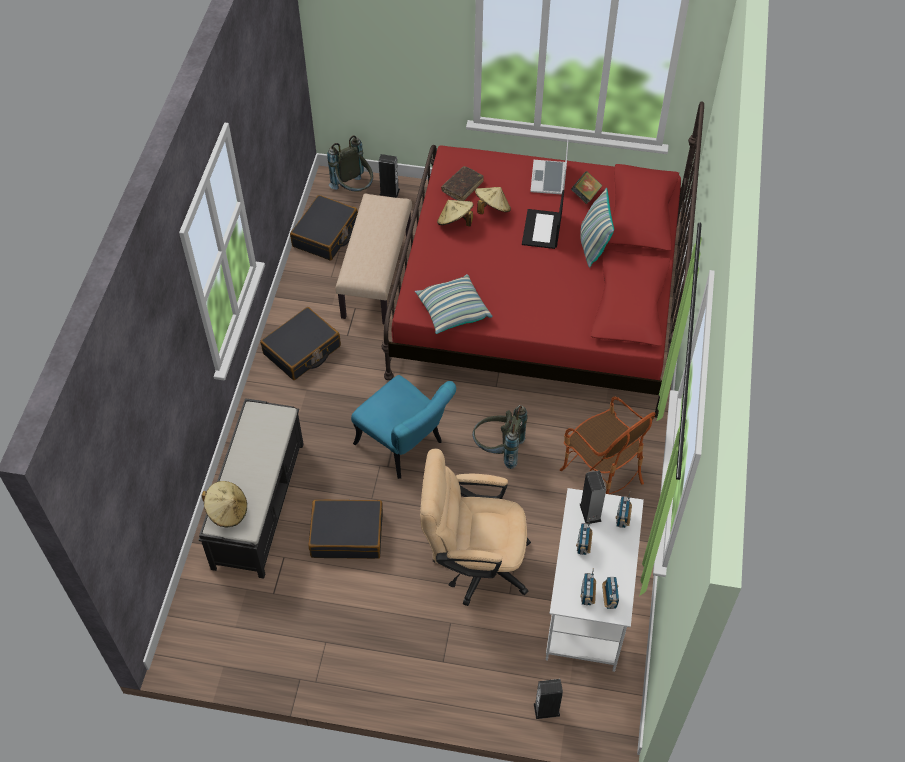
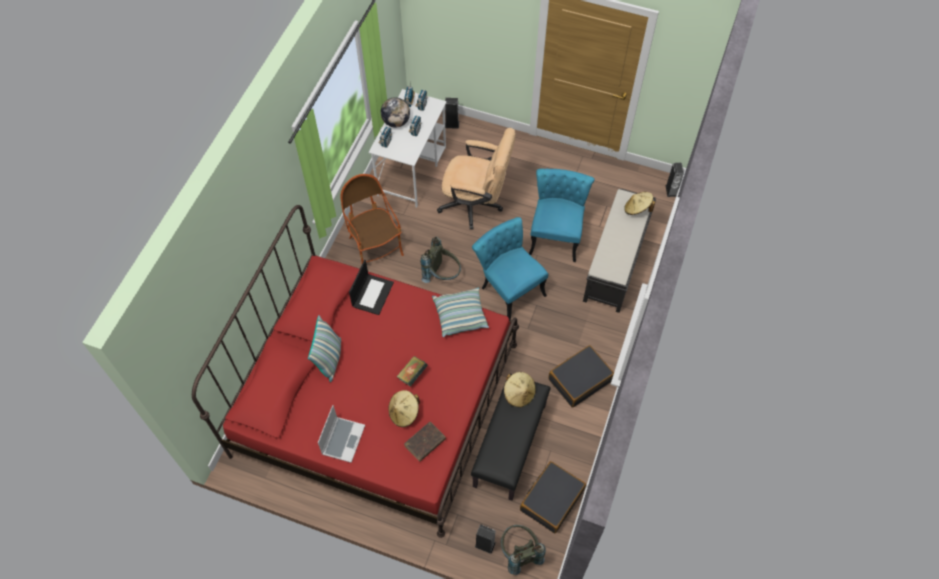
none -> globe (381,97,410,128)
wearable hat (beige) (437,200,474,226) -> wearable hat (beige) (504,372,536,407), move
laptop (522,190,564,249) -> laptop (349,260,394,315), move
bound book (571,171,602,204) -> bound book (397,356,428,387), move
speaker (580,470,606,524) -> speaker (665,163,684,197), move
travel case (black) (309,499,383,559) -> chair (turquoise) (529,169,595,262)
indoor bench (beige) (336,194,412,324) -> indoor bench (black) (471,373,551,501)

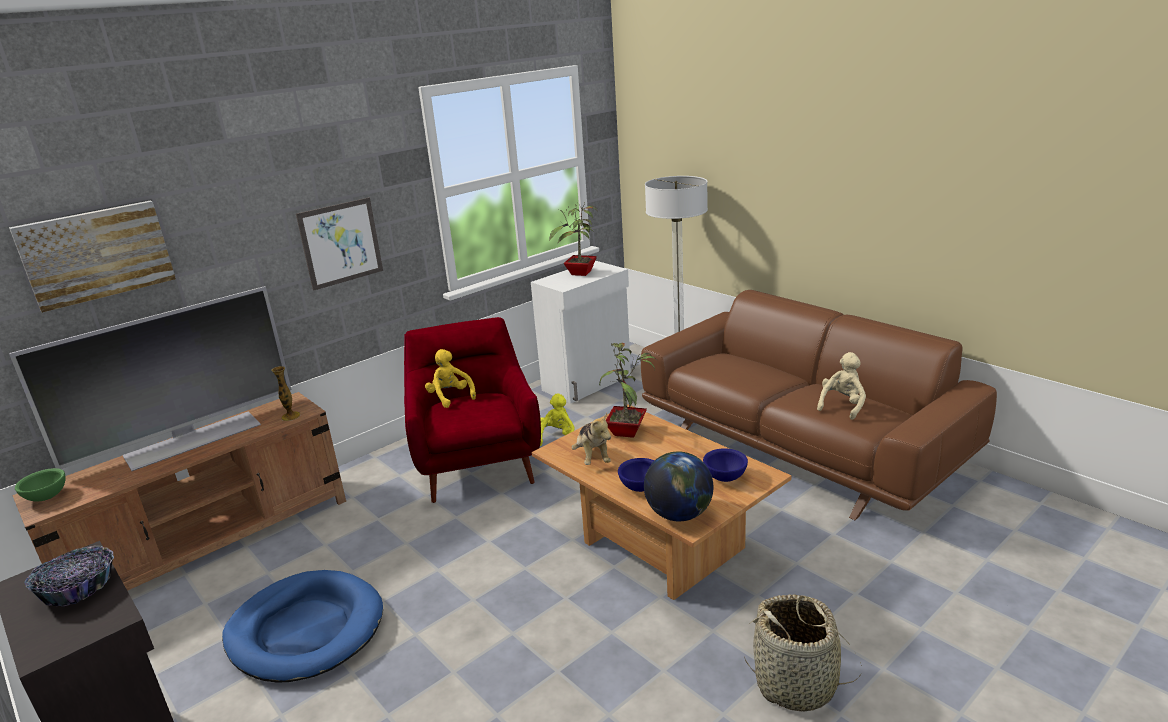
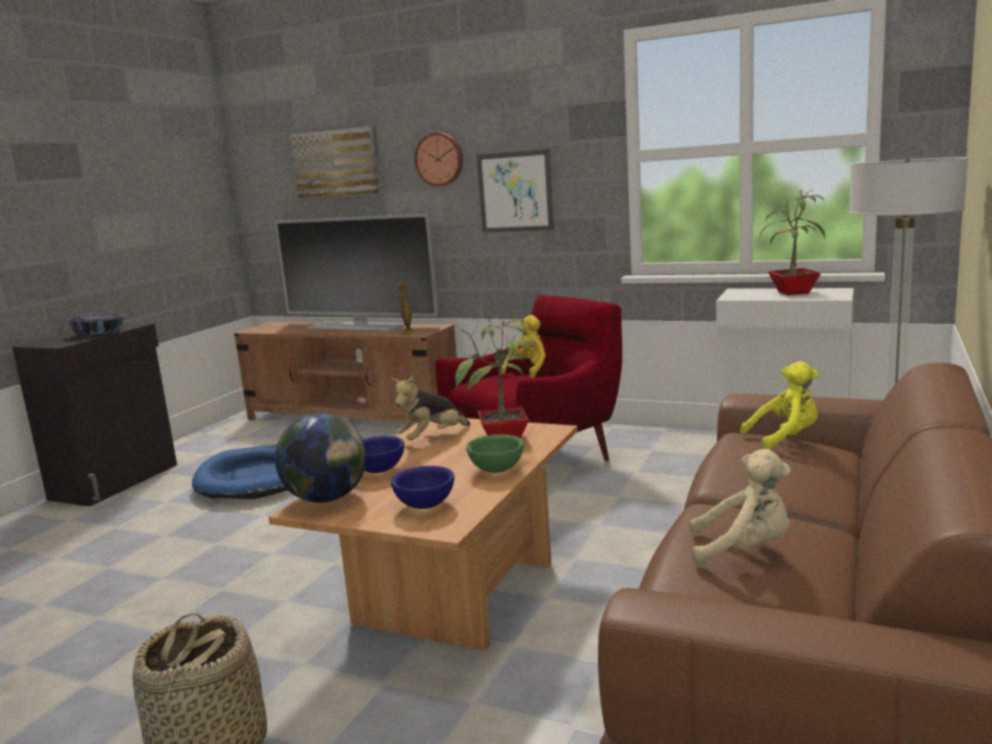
none -> hanging clock (414,133,463,186)
deep dish (green-coloured) (15,468,66,501) -> deep dish (green-coloured) (466,435,524,473), move
cuddly toy (yellow) (540,393,575,446) -> cuddly toy (yellow) (740,361,819,450), move

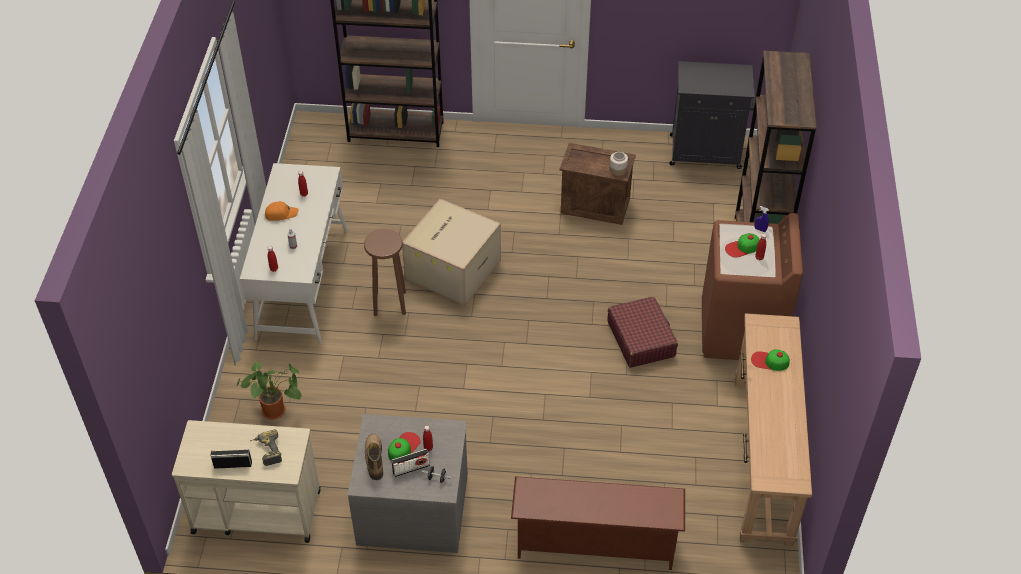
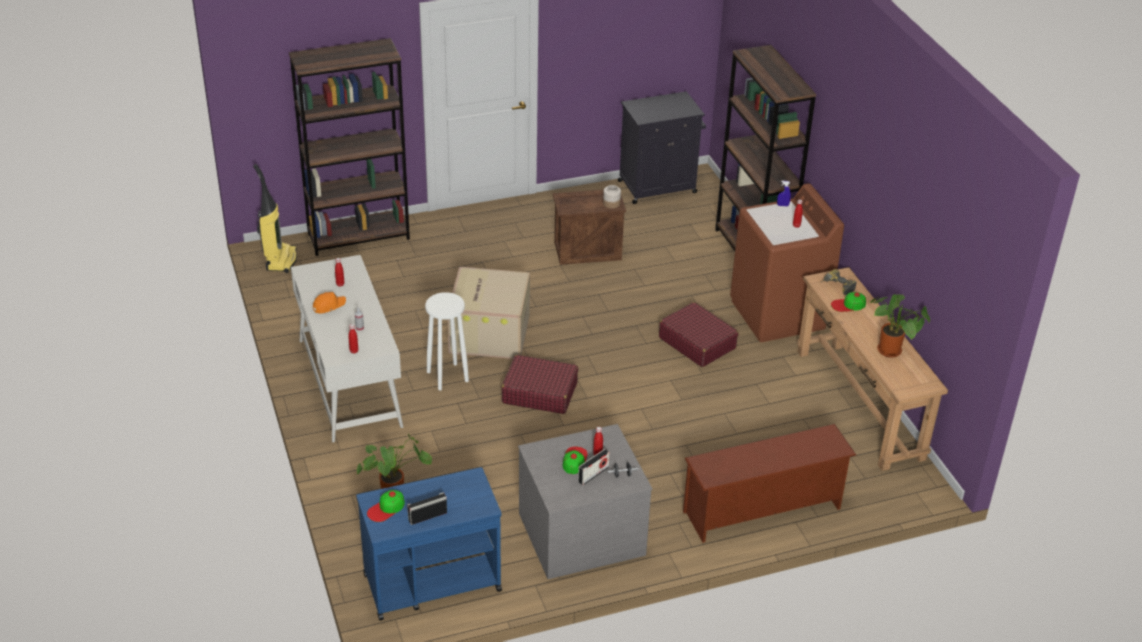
tall boot (365,433,383,480) -> none
none -> vacuum cleaner (253,164,297,273)
none -> travel case (reddish) (501,355,578,414)
none -> potted plant (870,294,930,358)
electric drill (250,430,282,466) -> electric drill (821,269,857,295), move
peaked cap (725,233,760,257) -> peaked cap (367,490,405,522), move
wheeled cart (beige) (172,420,321,543) -> wheeled cart (bluish) (356,467,502,620)
stool (brownish) (364,229,406,316) -> stool (white-coloured) (425,292,469,391)

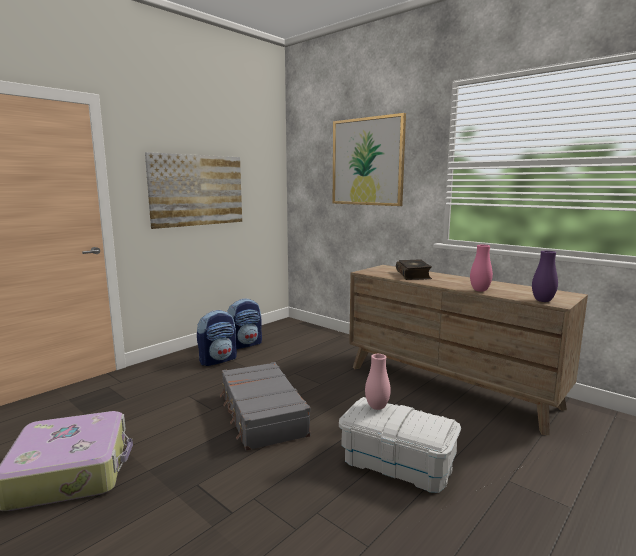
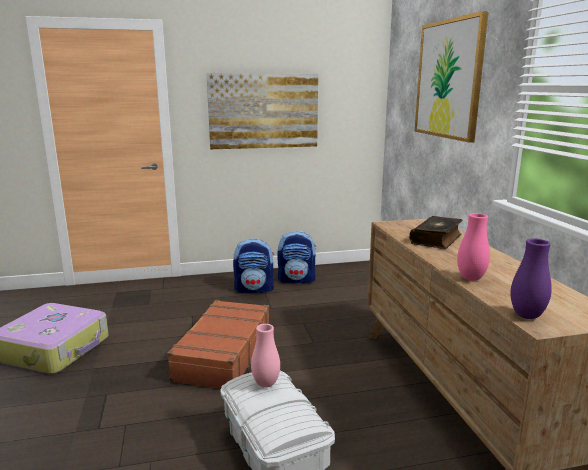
travel case (greyish) (220,362,311,451) -> travel case (brownish) (167,300,269,389)

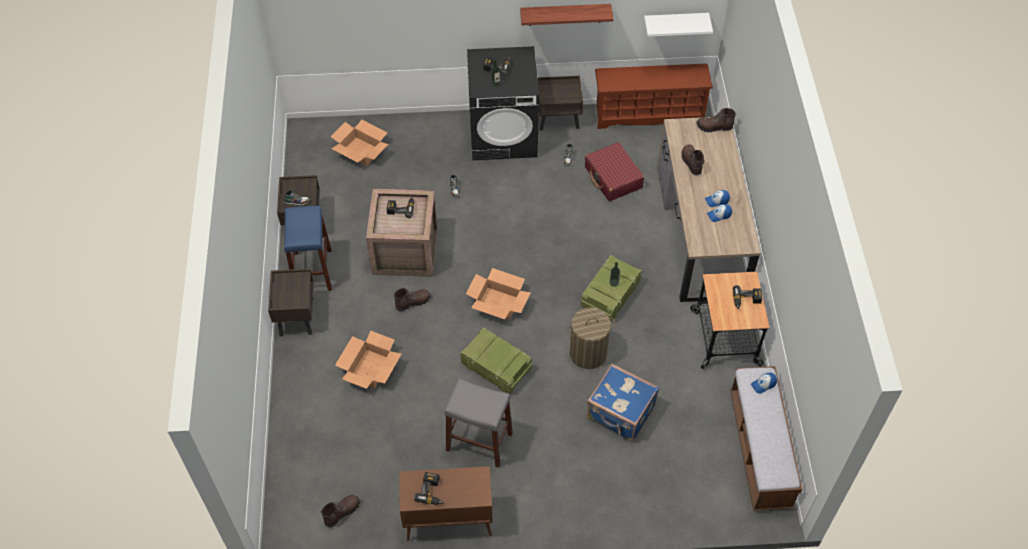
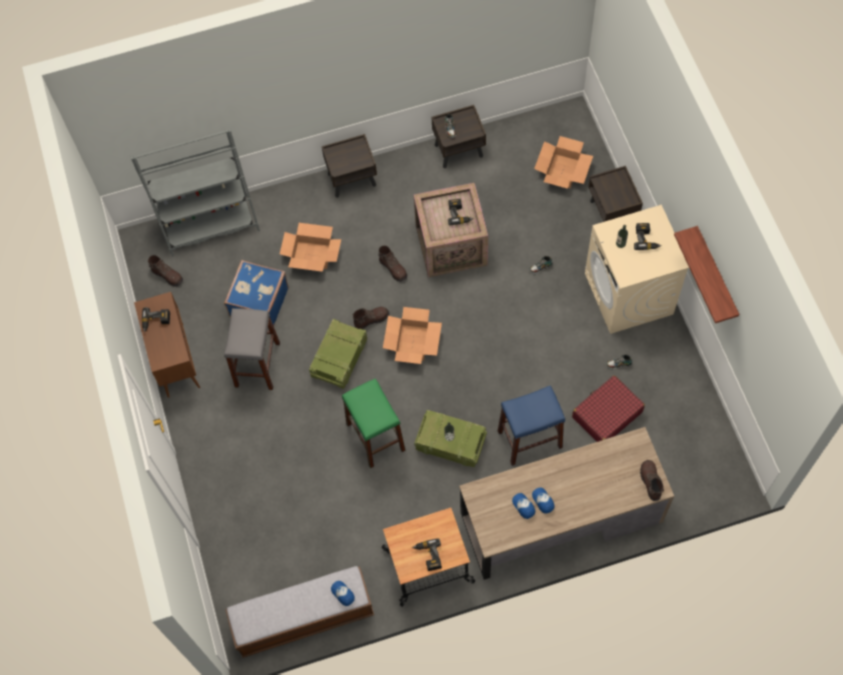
shoe stand (brownish) (595,63,713,129) -> none
wall shelf (white-coloured) (644,13,713,37) -> none
none -> bookcase (greyish) (131,129,260,257)
stool (bluish) (284,206,332,291) -> stool (bluish) (498,385,565,466), move
bedside table (brownish) (537,76,583,131) -> bedside table (brownish) (589,166,643,222), move
travel case (bluish) (587,363,659,442) -> travel case (bluish) (224,260,289,326), move
tall boot (brownish) (681,144,705,175) -> tall boot (brownish) (352,307,389,329), move
hamper (567,307,615,369) -> stool (green-coloured) (342,378,406,468)
laundry machine (black) (467,46,539,160) -> laundry machine (beige) (585,205,689,334)

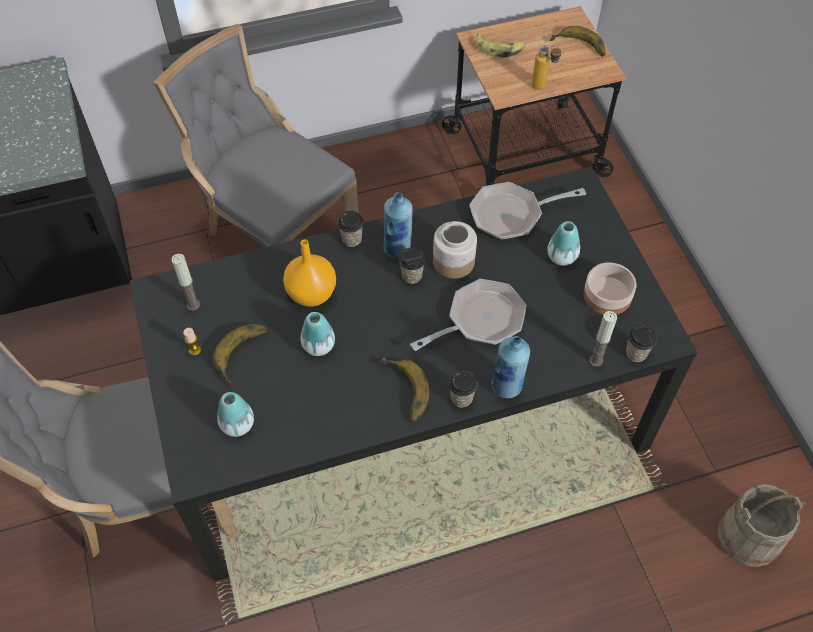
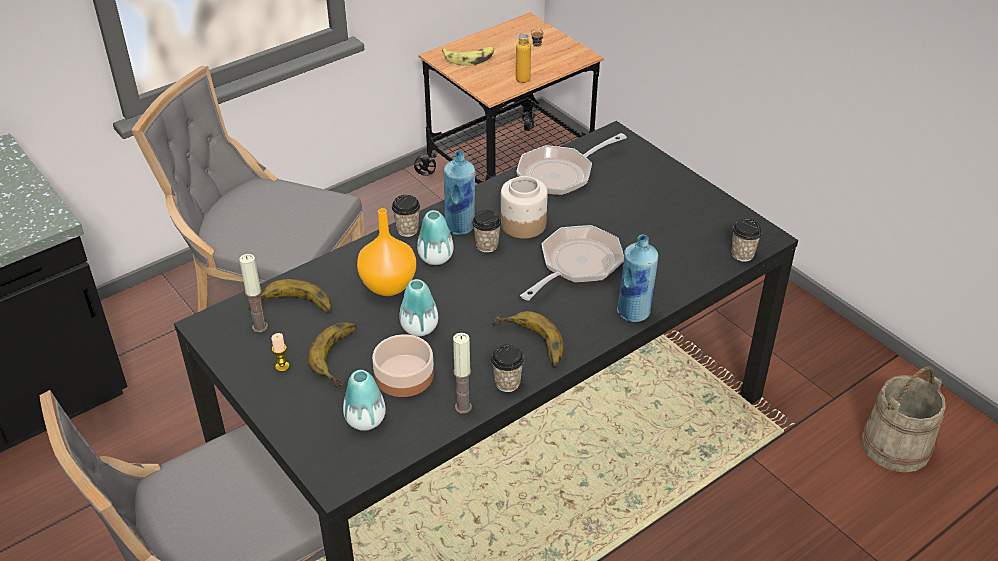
small cup (449,370,478,407) -> small cup (491,344,524,392), move
decorative vase (547,221,580,266) -> decorative vase (417,210,454,265), move
whole banana (550,26,605,57) -> whole banana (248,279,332,314), move
deep dish (584,262,636,315) -> deep dish (372,334,434,397), move
wax candle (589,311,617,367) -> wax candle (453,333,472,414), move

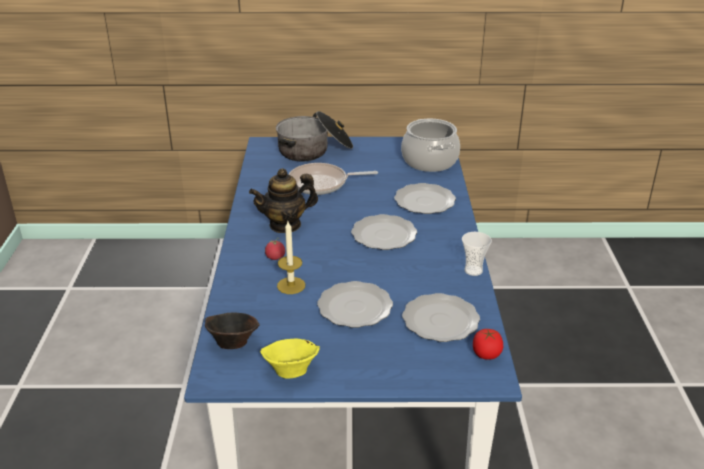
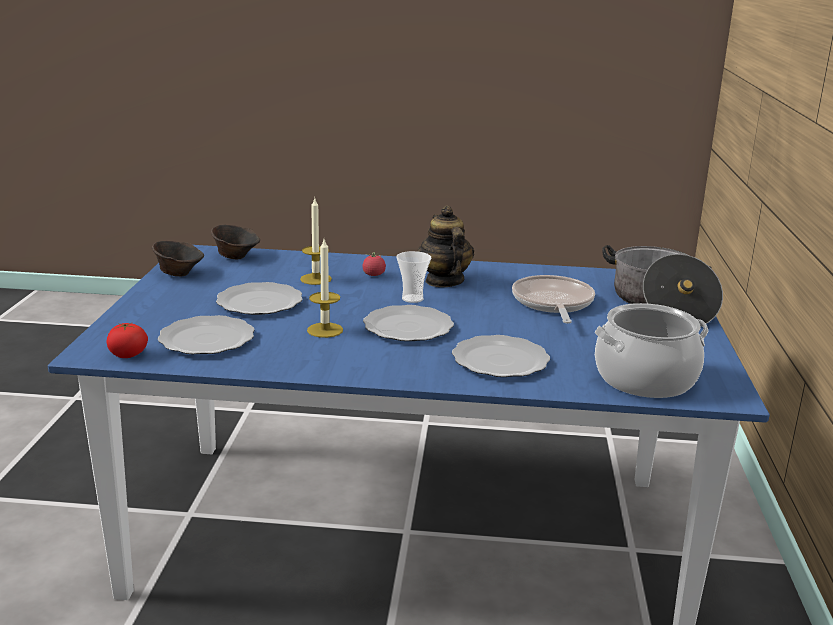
none -> wax candle (307,239,343,338)
small cup (462,232,492,276) -> small cup (396,251,431,303), move
deep dish (yellow) (260,339,320,379) -> deep dish (brownish) (152,241,204,276)

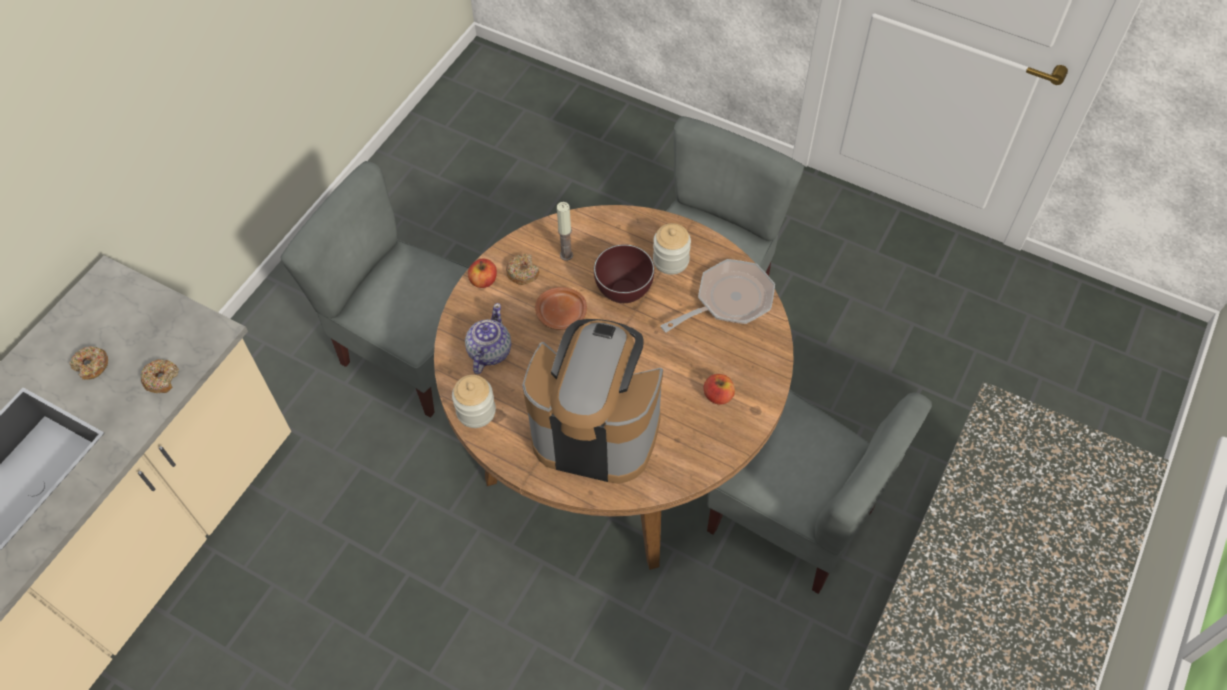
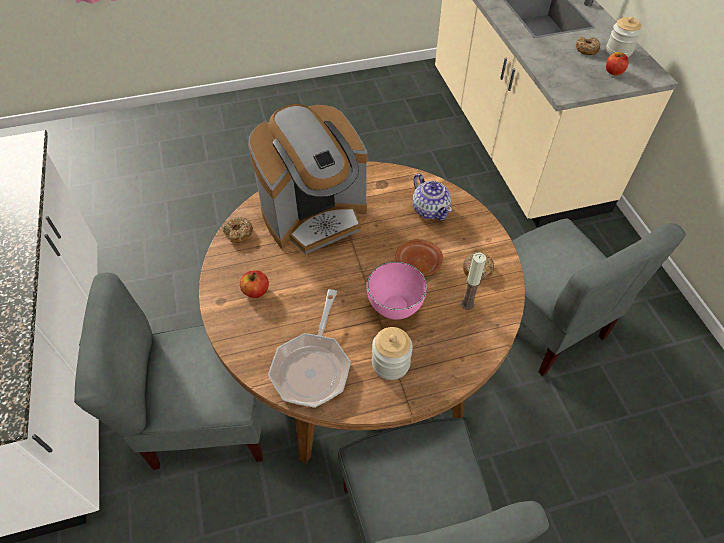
doughnut (141,359,179,393) -> doughnut (223,217,253,243), move
jar (452,375,496,428) -> jar (606,17,642,57), move
whole apple (468,259,497,288) -> whole apple (606,52,628,75), move
deep dish (brownish) (594,244,654,303) -> deep dish (pink) (367,262,427,319)
chair (greyish) (280,161,469,418) -> chair (greyish) (512,218,686,376), 75 degrees clockwise

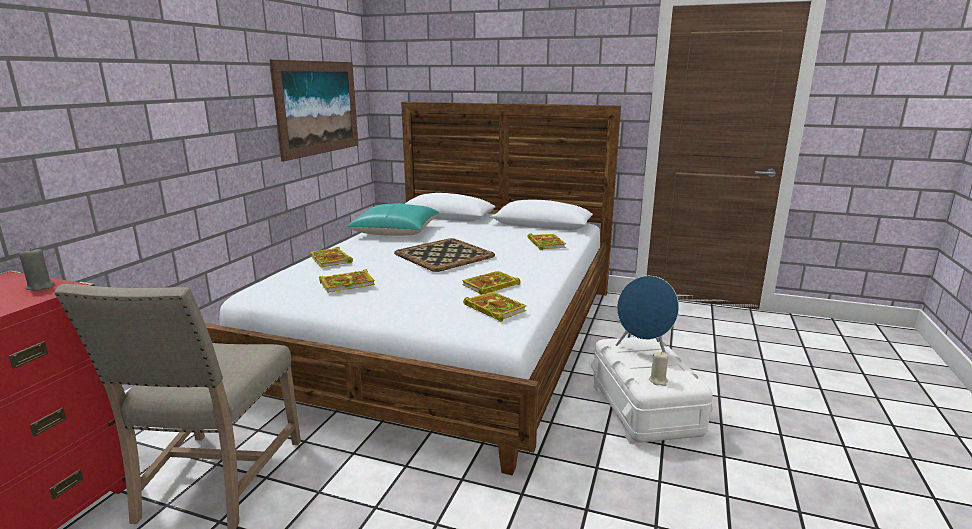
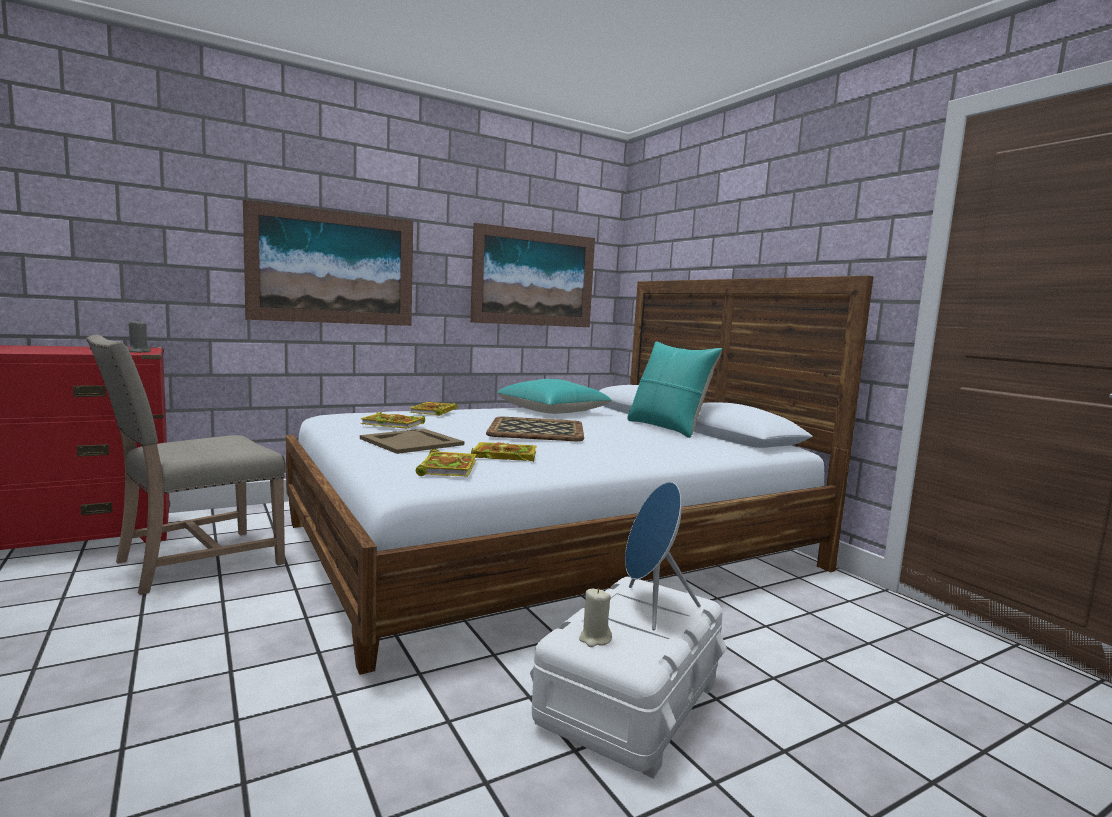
bound book (527,234,566,250) -> none
none -> wall art (243,200,413,326)
none -> serving tray (beige) (360,429,464,454)
none -> cushion (turquoise) (628,341,722,438)

